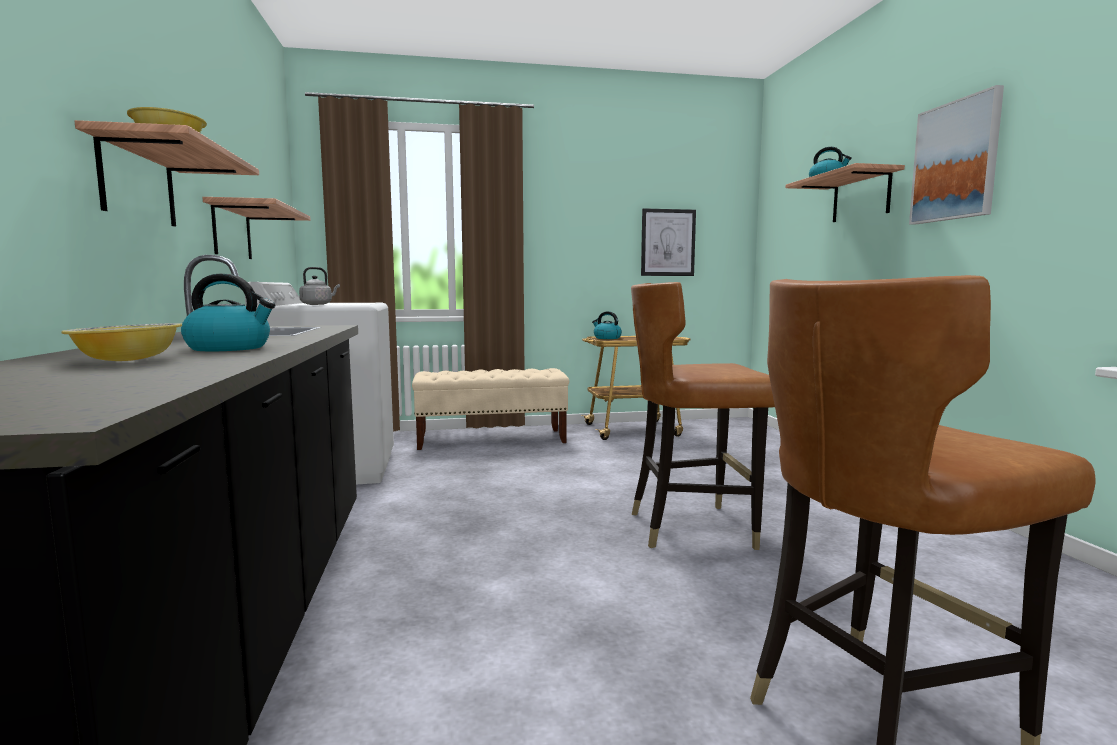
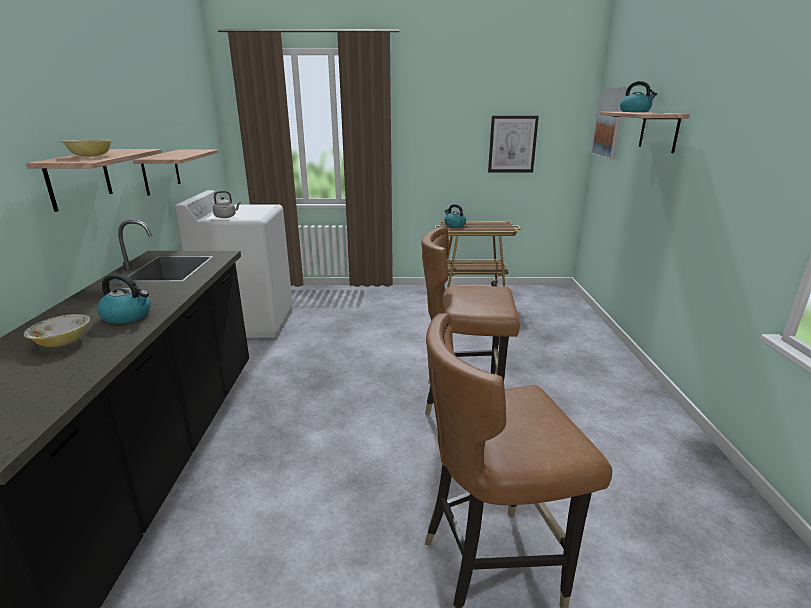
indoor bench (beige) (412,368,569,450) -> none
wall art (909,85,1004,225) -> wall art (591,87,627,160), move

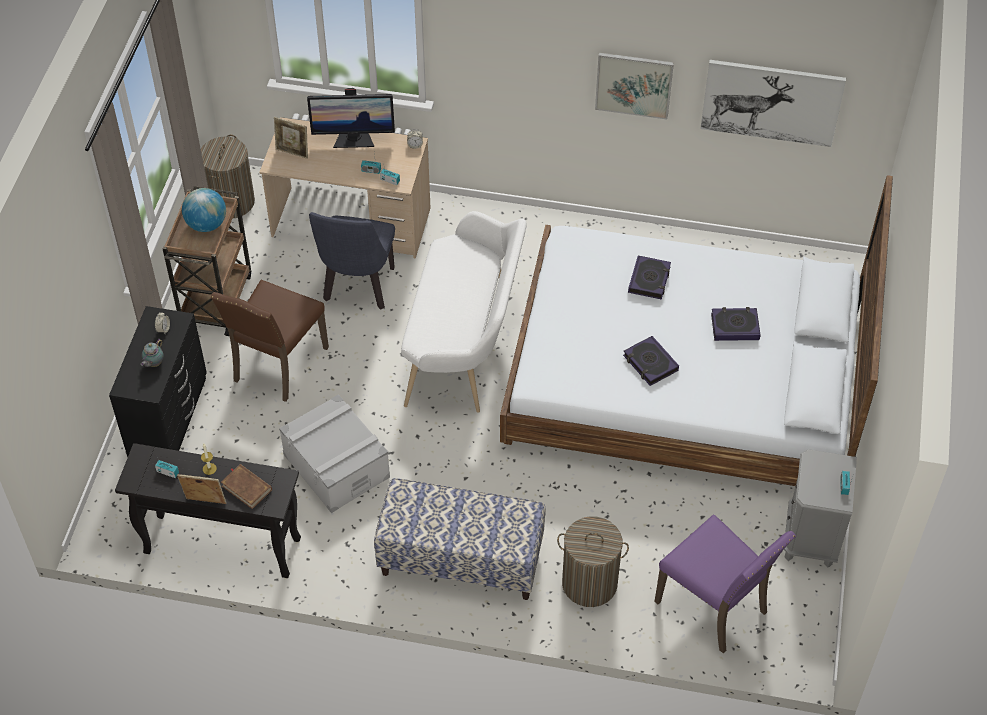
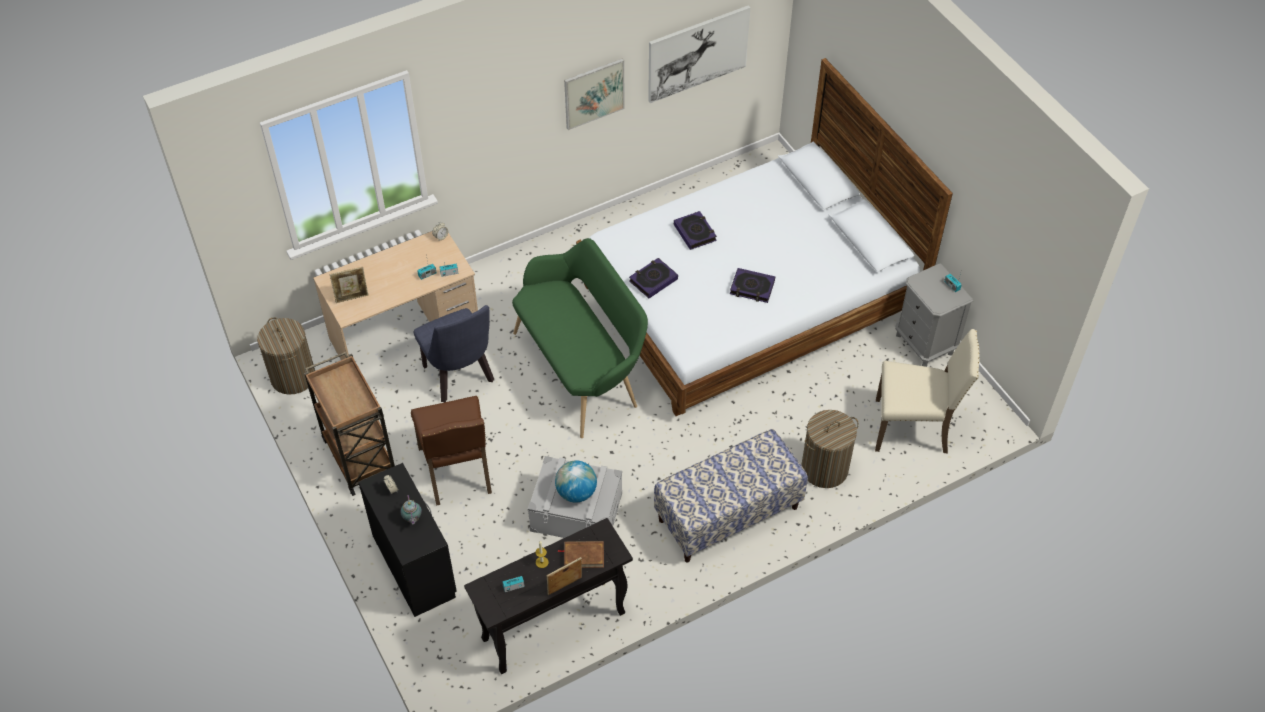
computer screen (307,88,395,148) -> none
globe (182,188,226,232) -> globe (555,460,597,503), move
bound book (711,307,760,341) -> bound book (629,258,678,298), move
indoor bench (white-coloured) (401,211,527,413) -> indoor bench (green-coloured) (512,238,648,438)
chair (purplish) (654,514,796,653) -> chair (beige) (875,329,980,453)

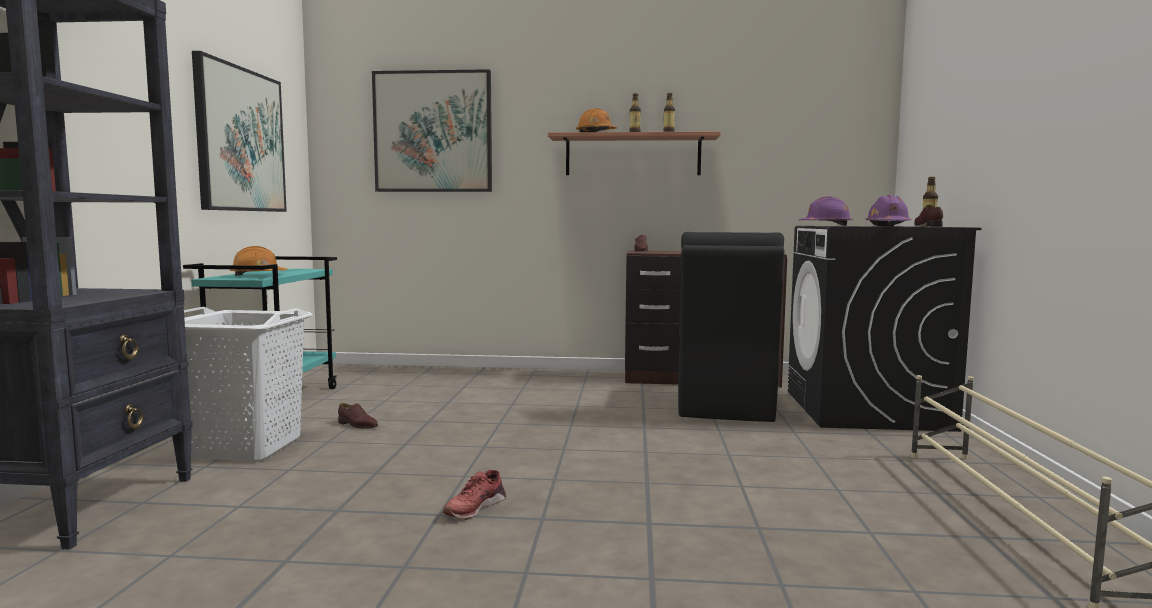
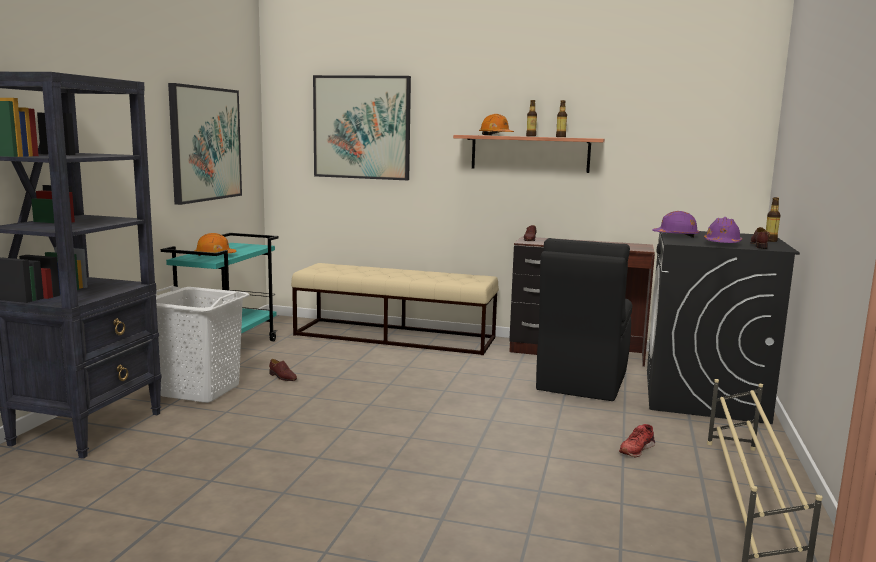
none -> indoor bench (beige) (291,263,499,355)
low shoe (reddish) (443,470,506,520) -> low shoe (reddish) (619,424,655,458), move

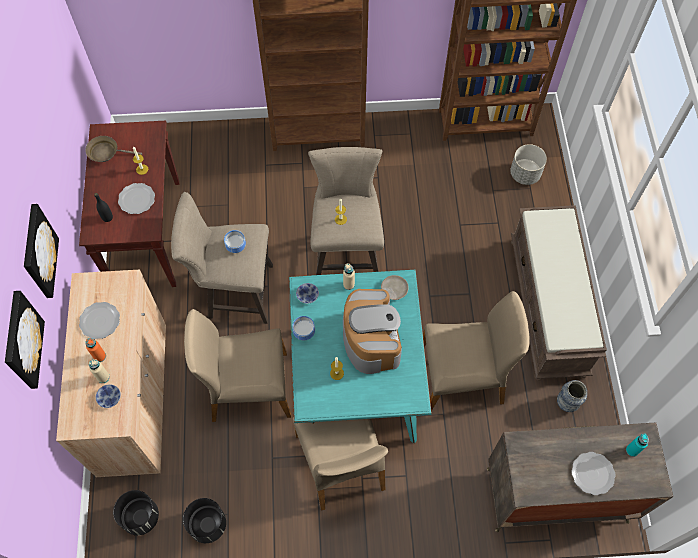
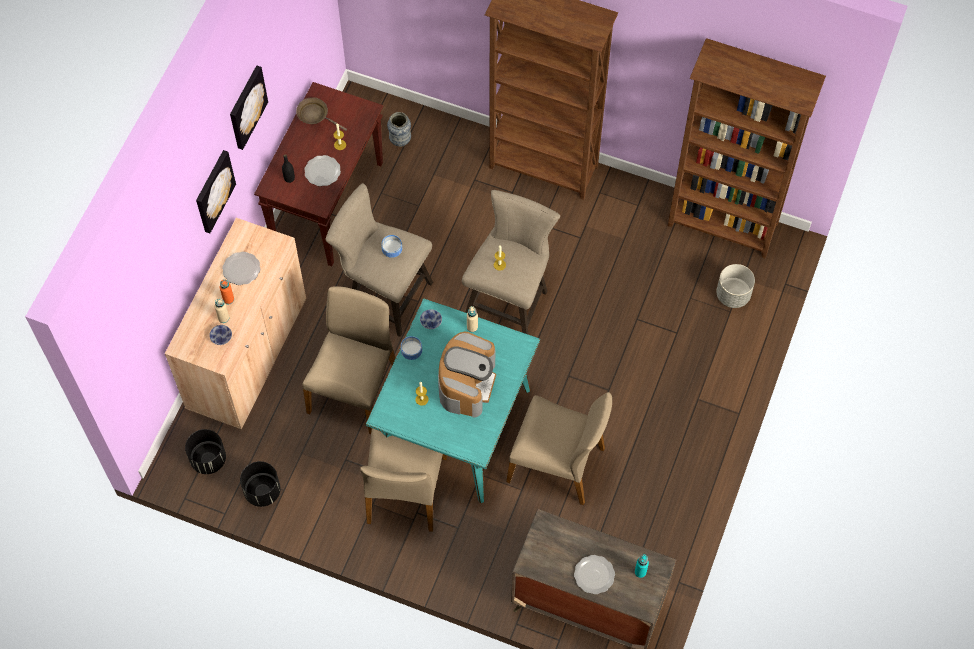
dinner plate (beige) (381,275,409,300) -> none
indoor bench (brownish) (511,205,607,381) -> none
wall art (5,291,45,389) -> wall art (230,66,268,150), move
decorative vase (557,380,587,412) -> decorative vase (387,112,411,147), move
chair (beige) (184,309,291,422) -> chair (beige) (302,286,396,434), 90 degrees clockwise

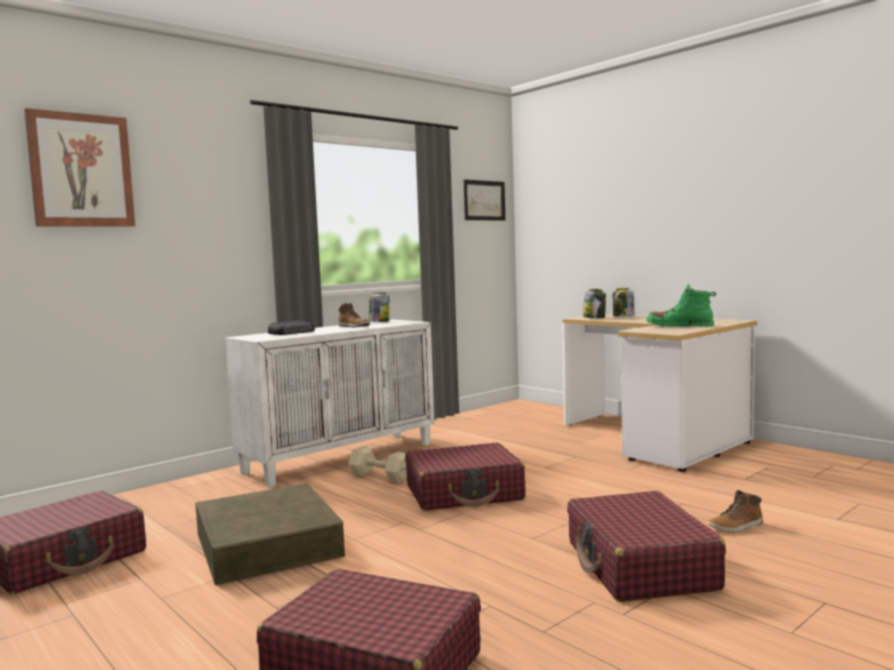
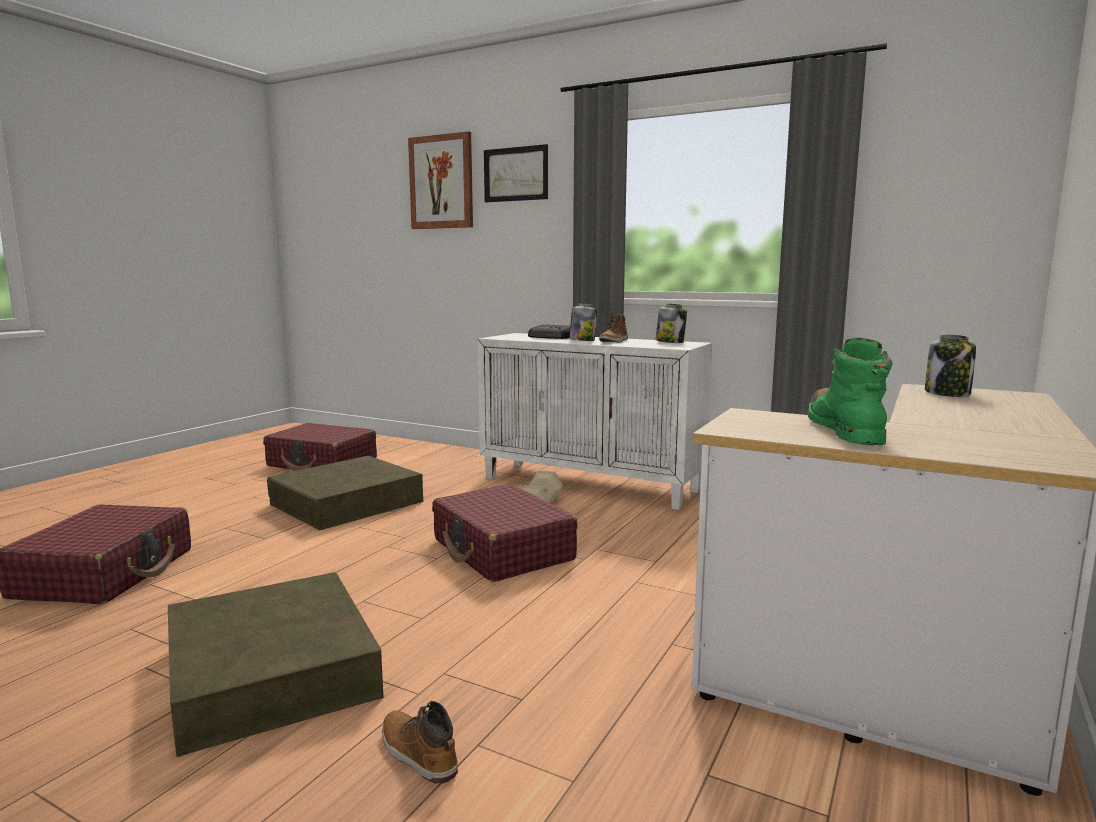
wall art (464,180,505,221) -> wall art (484,144,548,202), move
jar (613,288,635,316) -> jar (569,303,597,341), move
travel case (reddish) (567,491,726,602) -> storage bin (brownish) (168,572,384,757)

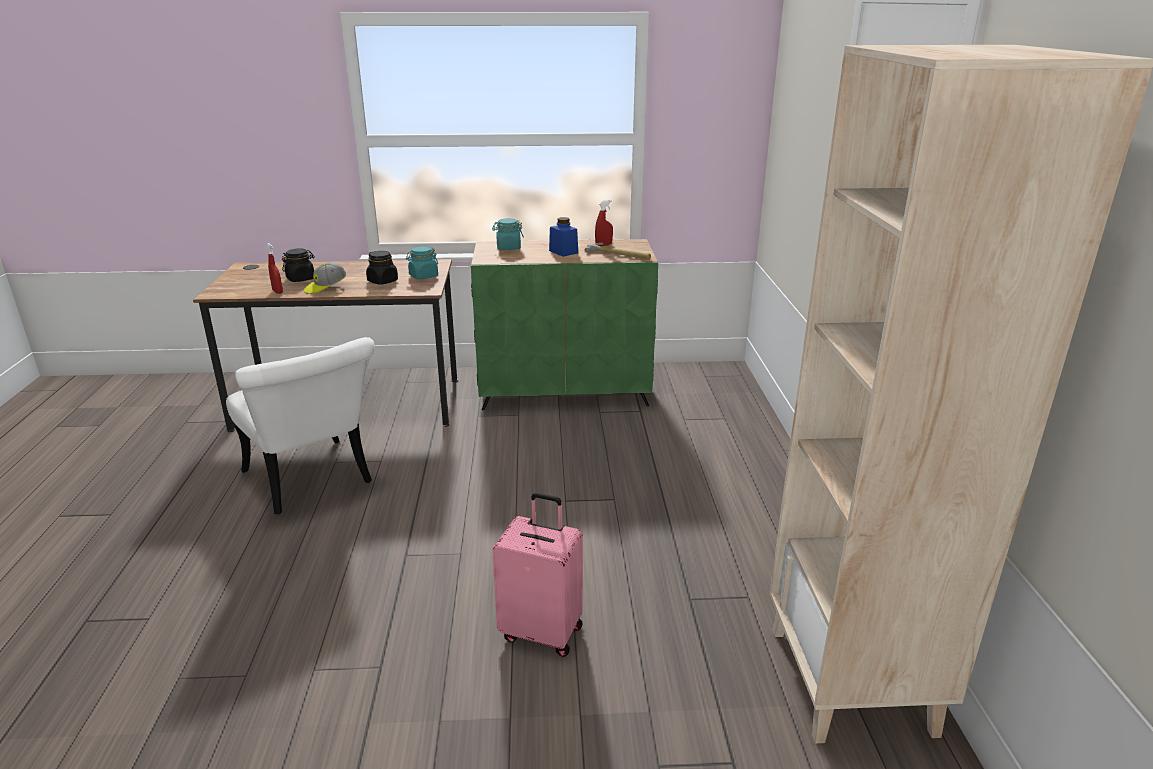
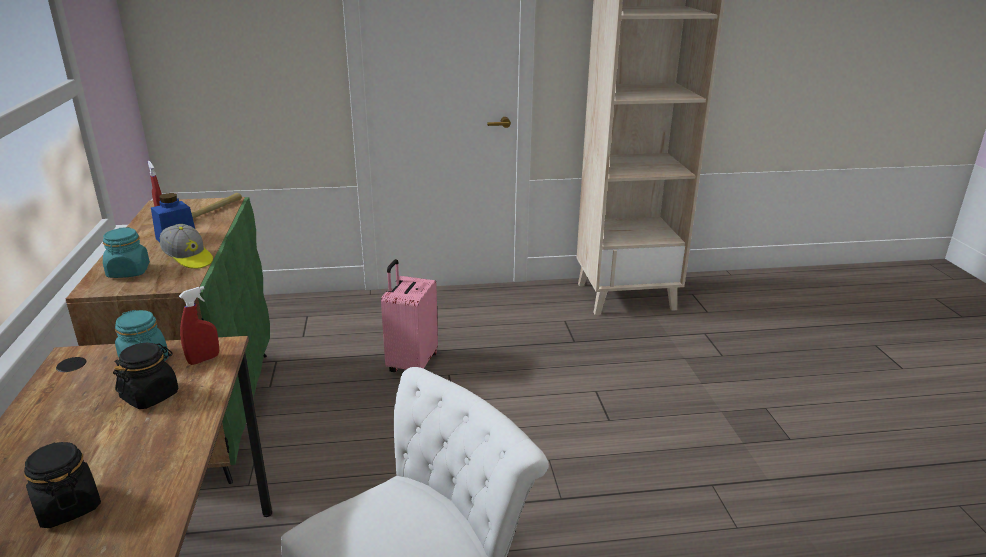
spray bottle (reddish) (267,243,283,294) -> spray bottle (reddish) (179,286,219,365), move
peaked cap (304,262,346,294) -> peaked cap (160,224,213,269), move
travel case (pink) (492,492,583,657) -> travel case (pink) (381,259,438,372), move

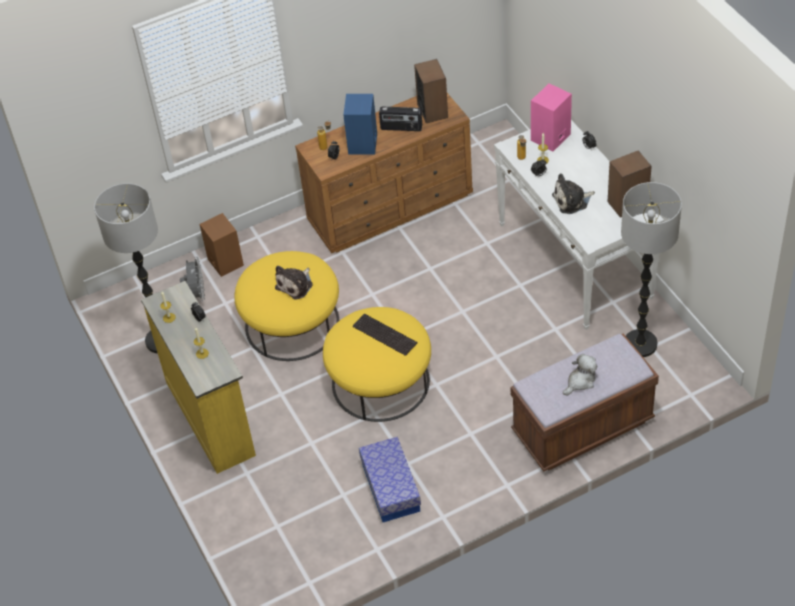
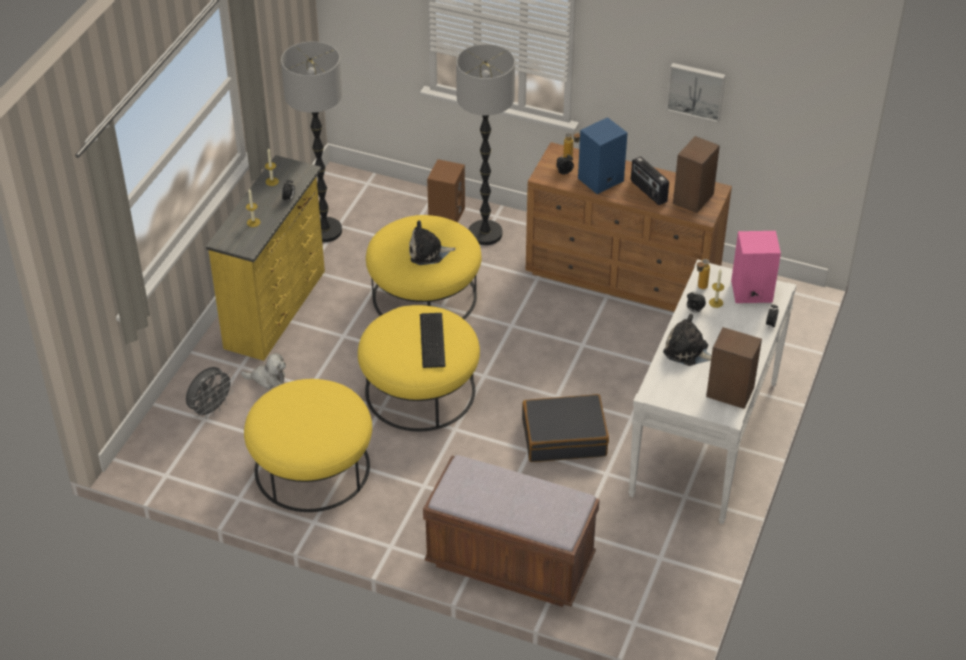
none -> travel case (black) (522,394,609,462)
none -> wall art (666,63,726,123)
electric fan (greyish) (180,257,205,302) -> electric fan (greyish) (186,367,235,419), move
cuddly toy (563,354,597,395) -> cuddly toy (241,353,286,389), move
standing lamp (621,182,682,357) -> standing lamp (456,44,515,245), move
storage bin (359,437,421,522) -> ottoman (yellow) (244,379,372,512)

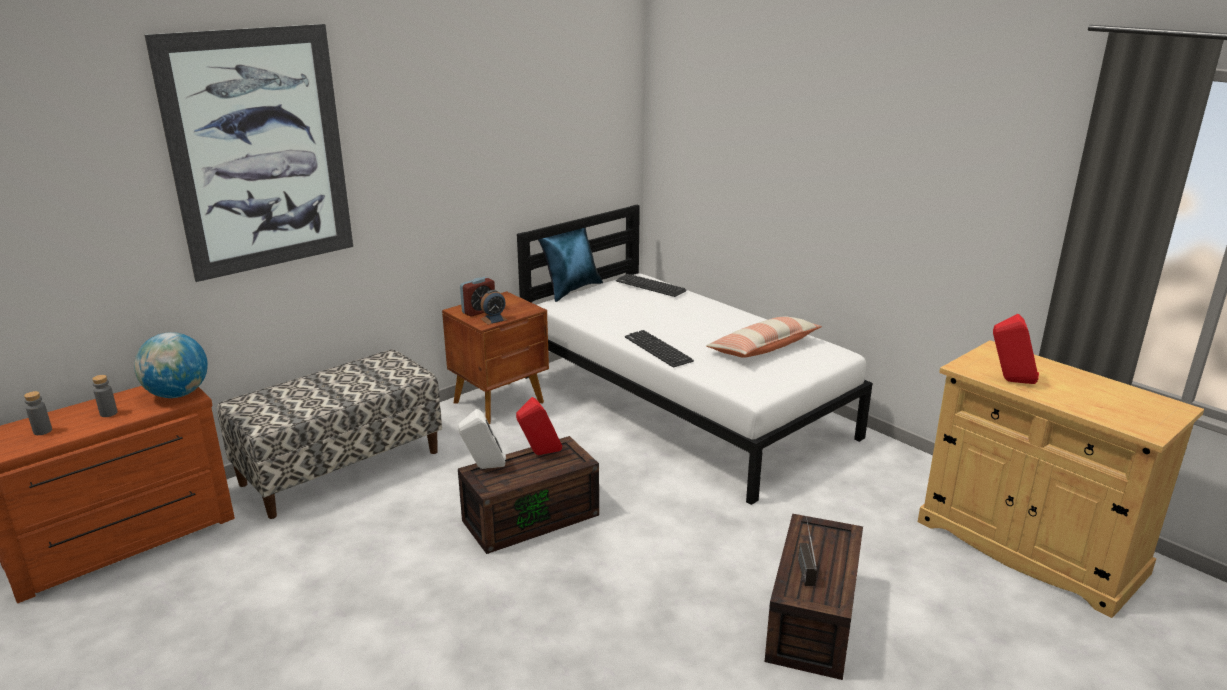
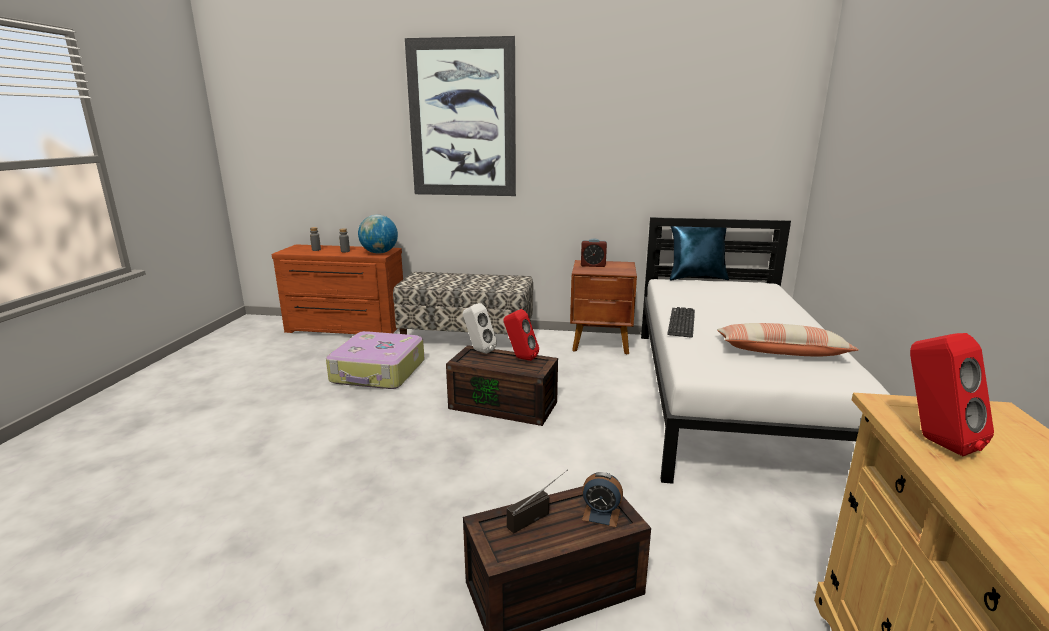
PC keyboard (616,274,687,297) -> none
none -> travel case (326,331,425,389)
alarm clock (480,290,507,325) -> alarm clock (582,472,623,527), move

